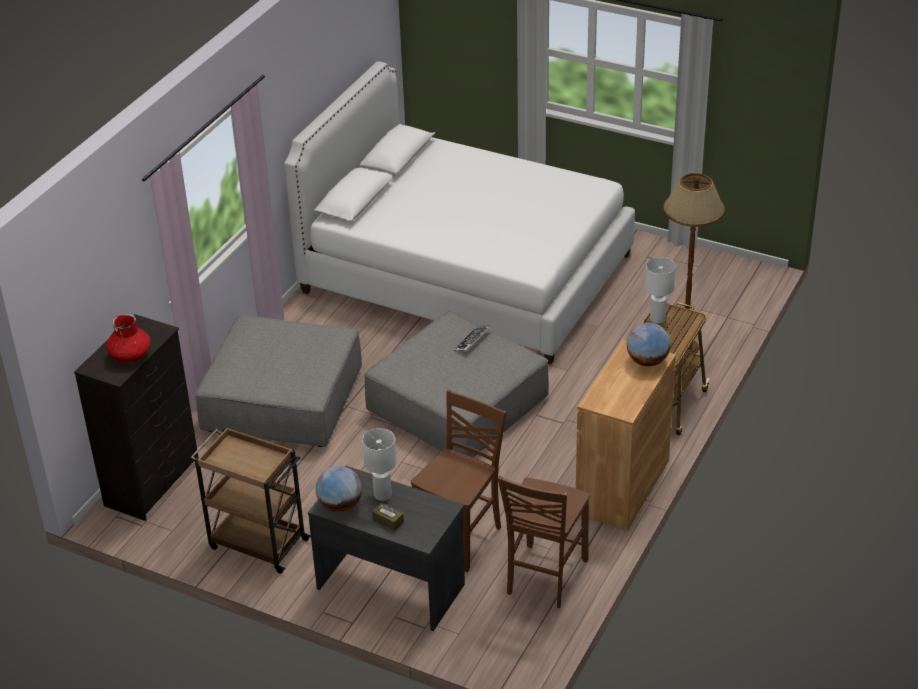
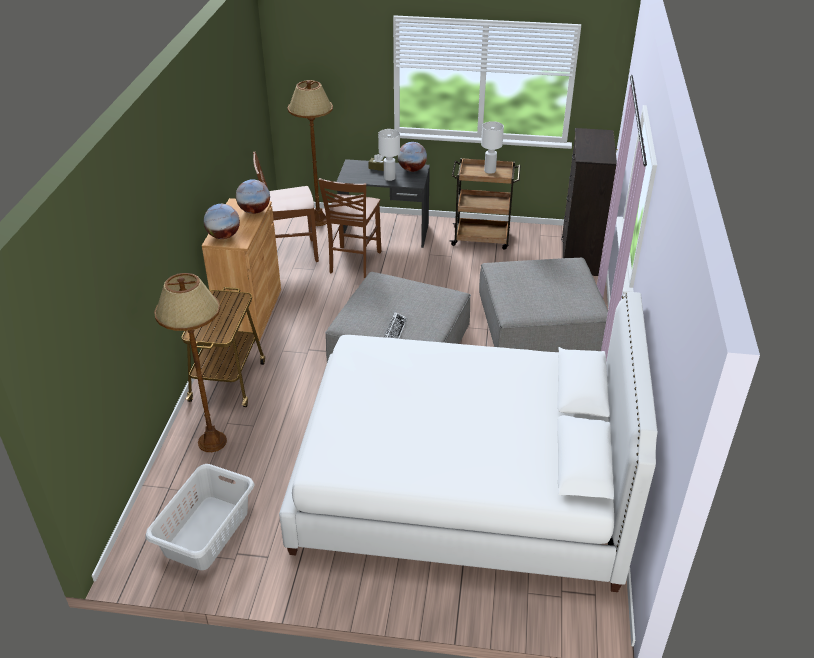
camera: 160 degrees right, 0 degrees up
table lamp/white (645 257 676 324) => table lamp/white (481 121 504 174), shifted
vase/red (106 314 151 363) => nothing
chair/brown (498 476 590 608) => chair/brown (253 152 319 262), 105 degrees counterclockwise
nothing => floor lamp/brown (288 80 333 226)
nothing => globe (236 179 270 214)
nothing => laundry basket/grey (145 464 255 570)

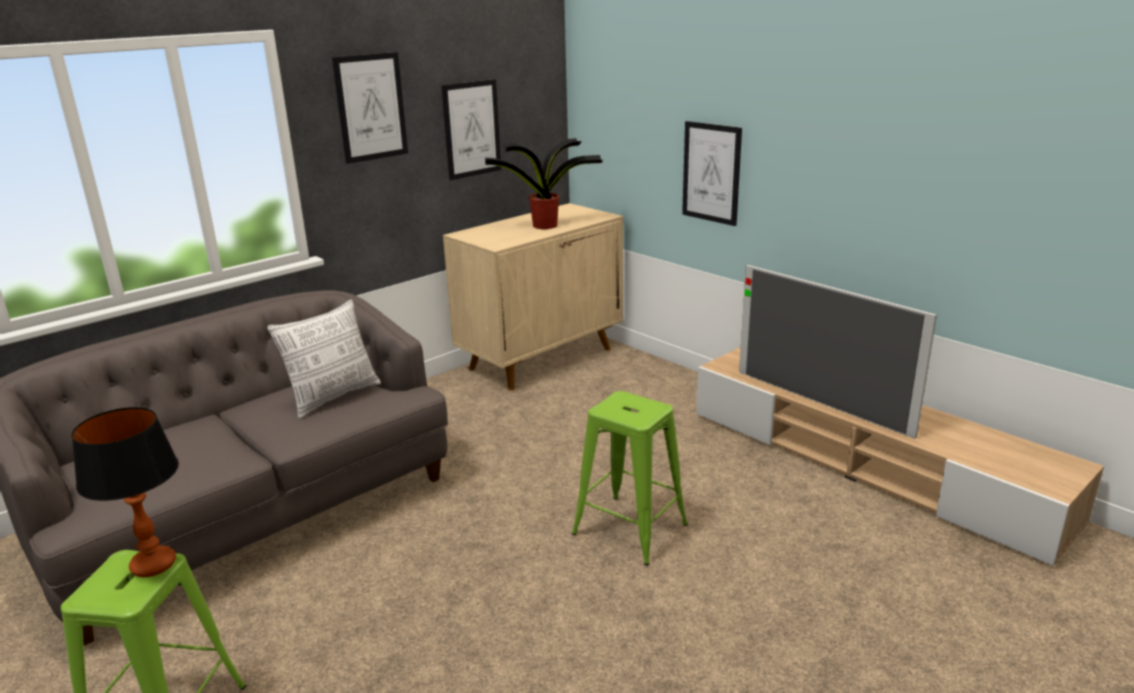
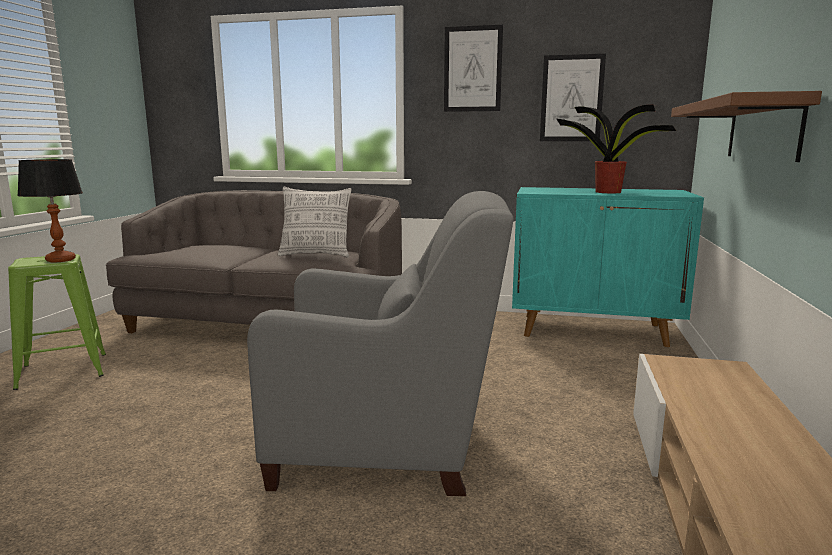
camera: 55 degrees right, 10 degrees down
picture (682 121 742 226) => shelf/brown (671 91 822 162)
cabinet/beige (443 203 623 391) => cabinet/turquoise (512 187 704 347)
television (739 265 937 439) => nothing
stool/green (572 391 688 565) => armchair/grey (247 191 514 496)

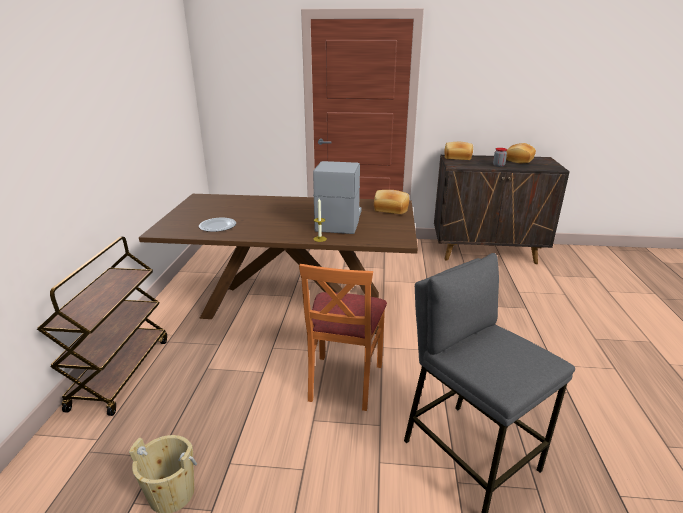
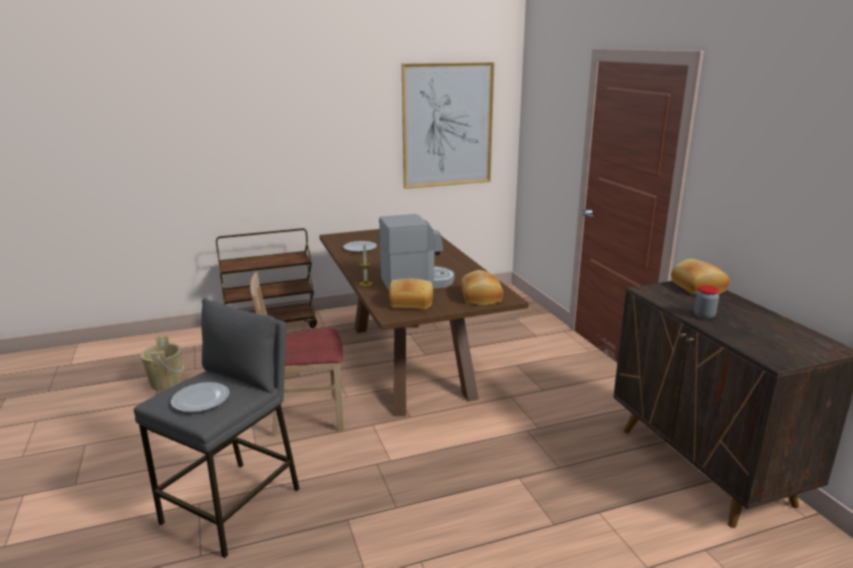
camera: 65 degrees right, 5 degrees down
bread (506 143 536 163) => bread (389 278 433 309), shifted
chair/orange (299 264 387 411) => chair/beige (250 272 344 437)
nothing => picture (402 62 495 189)
nothing => plate (171 382 230 412)

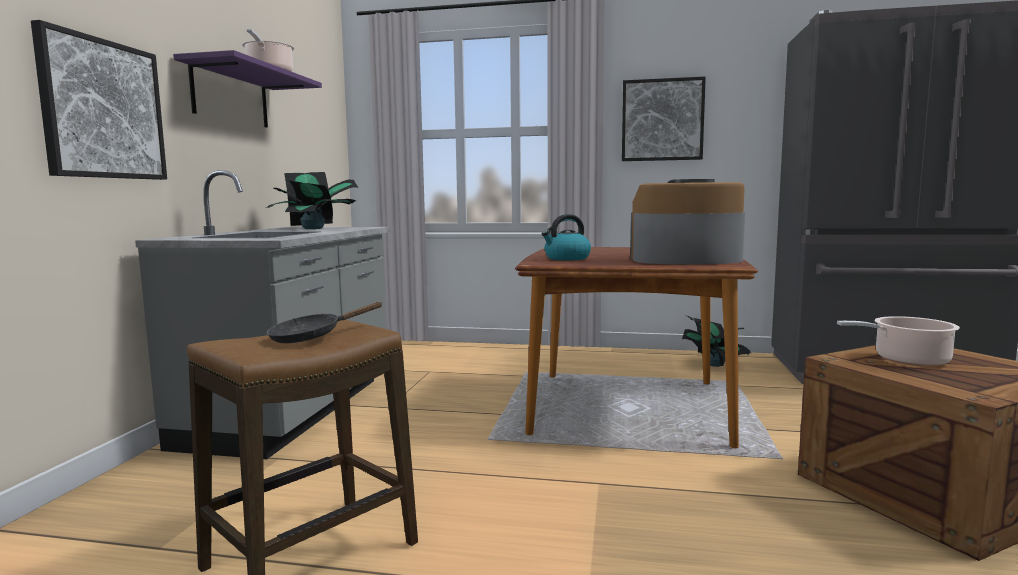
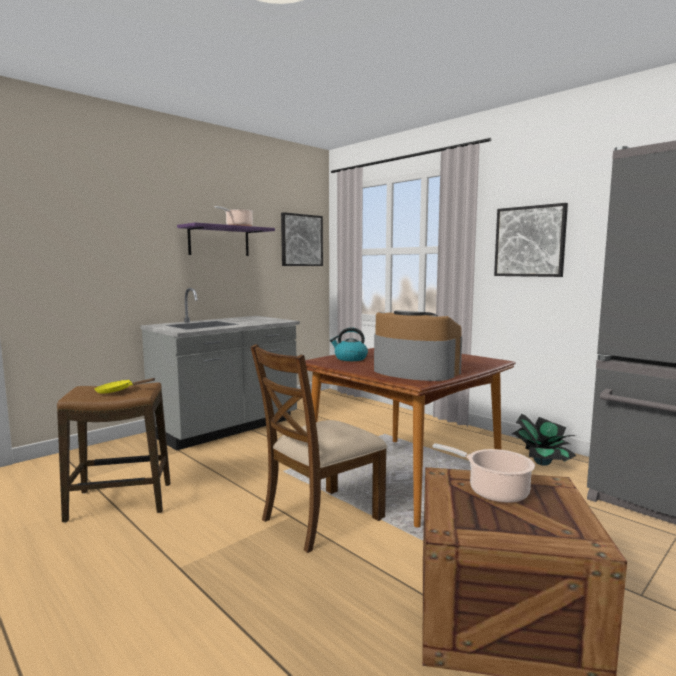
camera: 35 degrees right, 0 degrees up
picture (31 20 167 180) => picture (281 212 323 266), shifted
potted plant (266 172 358 229) => nothing
frying pan/black (267 302 383 343) => frying pan/yellow (95 378 156 394)
nothing => chair/brown (251 344 387 553)

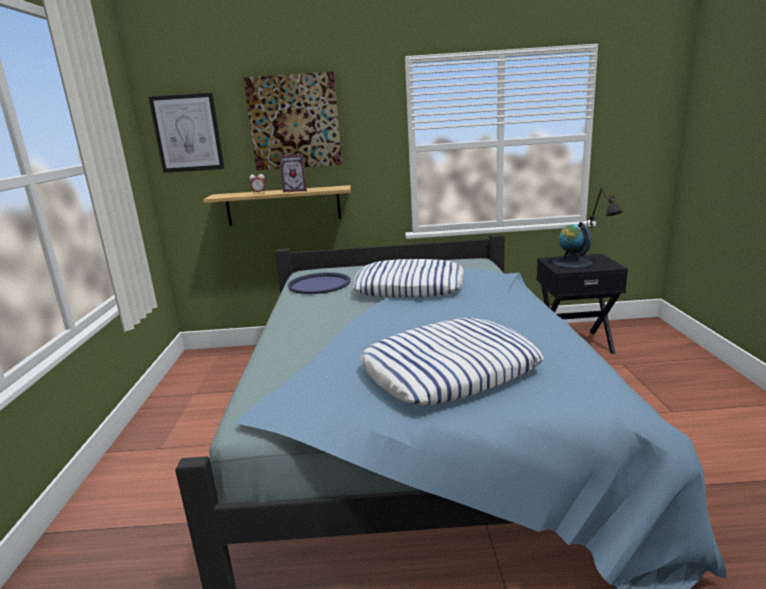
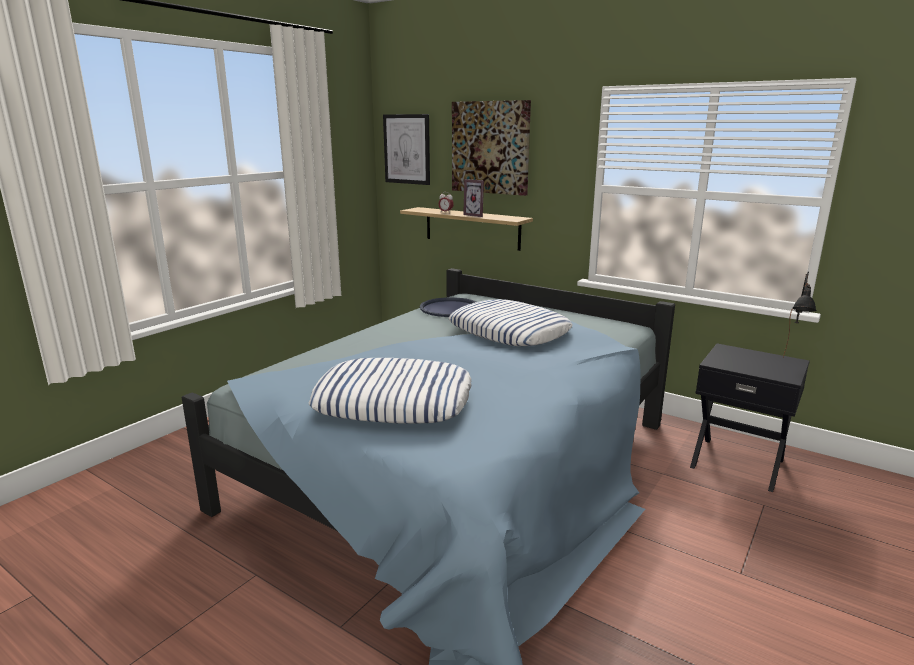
camera: 35 degrees right, 0 degrees up
globe (552 222 593 269) => nothing

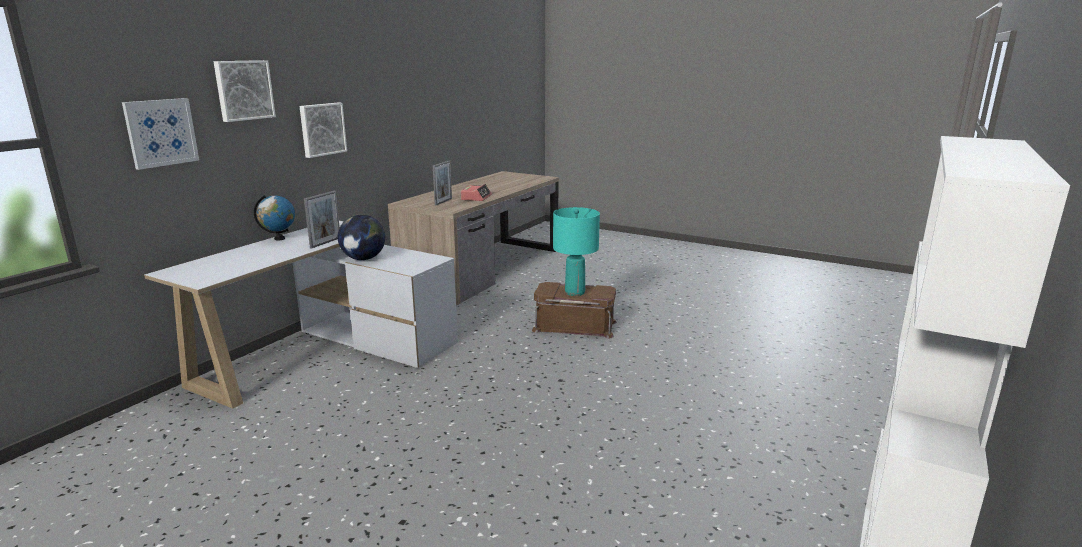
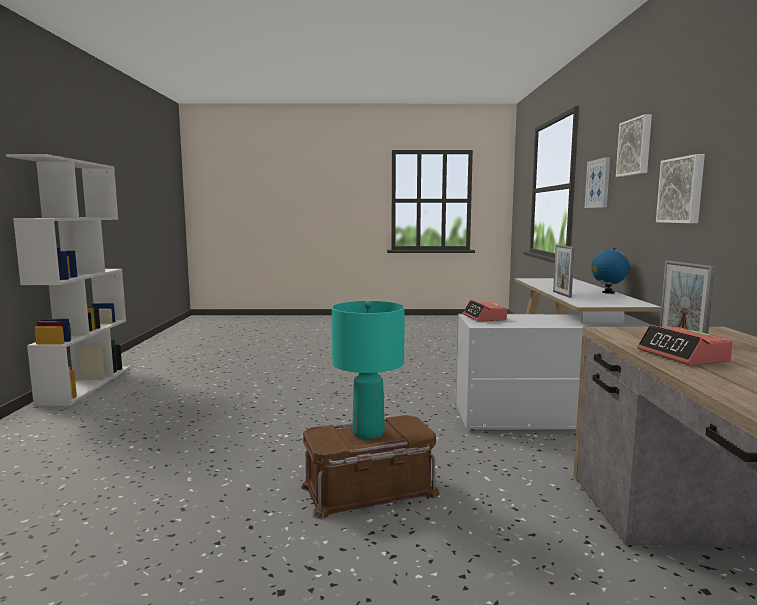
camera: 150 degrees right, 10 degrees down
globe (338 214 385 260) => nothing
nothing => alarm clock (463 300 507 322)

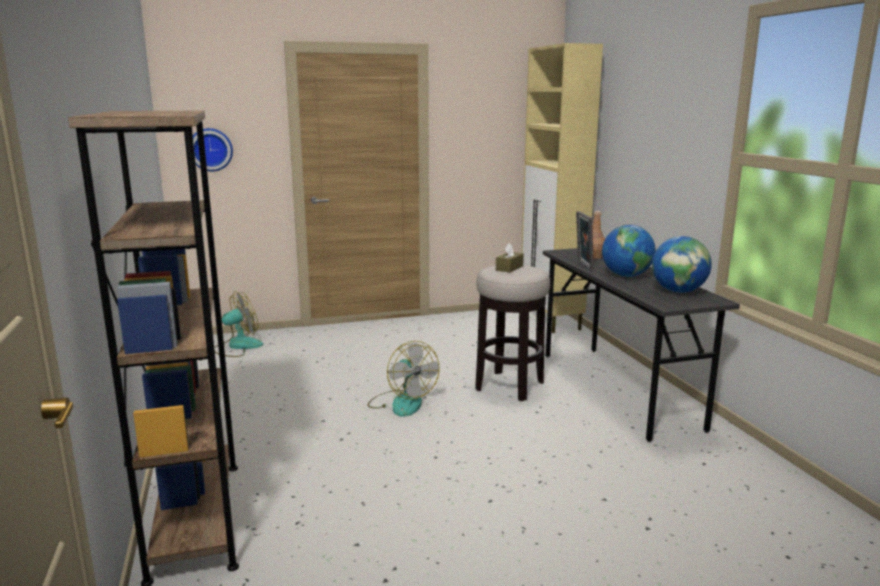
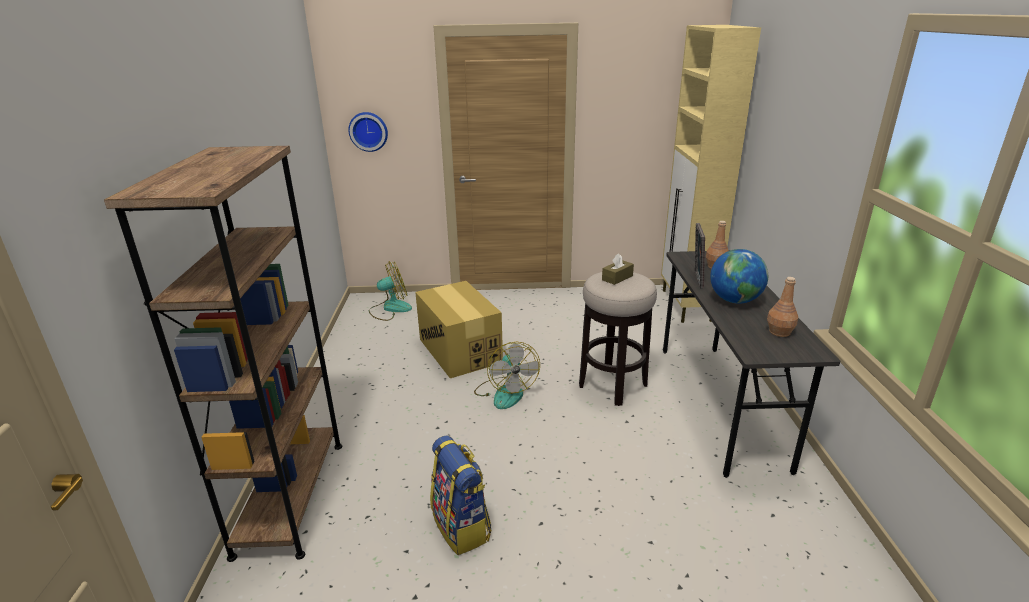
camera: 15 degrees right, 10 degrees up
globe (652 236 712 293) => bottle/brown (767 277 798 337)
nothing => cardboard box (415 281 503 378)
nothing => backpack (430 435 491 555)

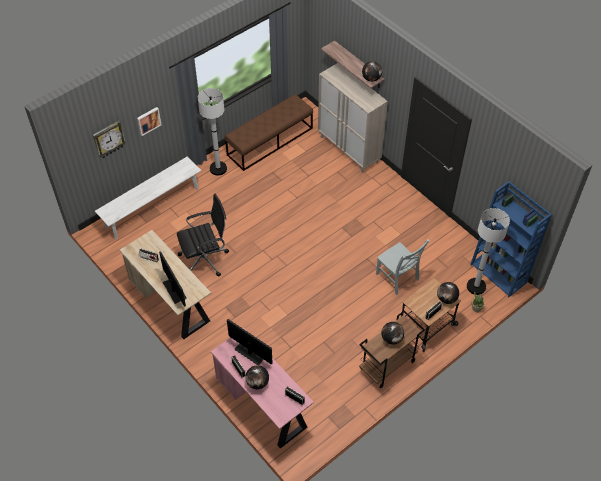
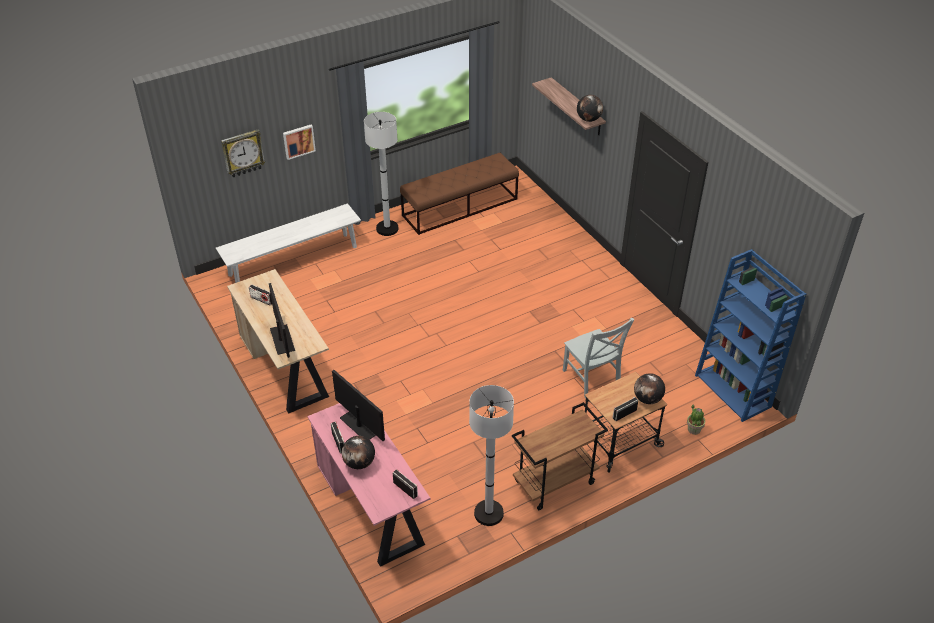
camera: 10 degrees right, 10 degrees down
cabinet/beige (318 63 388 173) => nothing
office chair/black (177 194 229 276) => nothing
floor lamp/white (467 208 510 295) => floor lamp/white (469 385 514 526), shifted
globe (381 322 404 345) => nothing

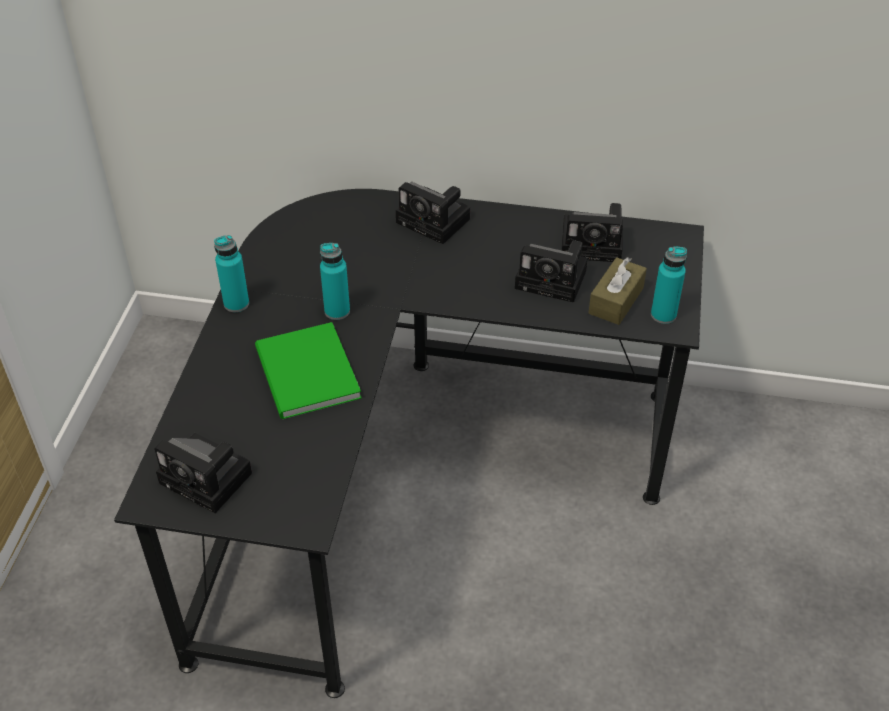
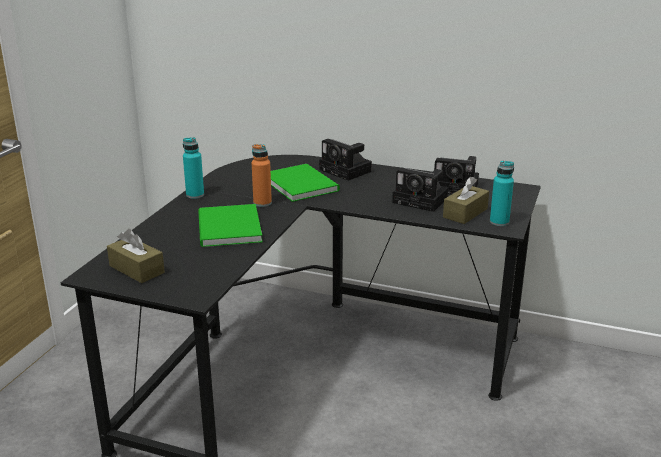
camera: 10 degrees right, 20 degrees down
bottle/turquoise (320 243 350 320) => bottle/orange (252 144 272 207)
photo camera (154 433 252 513) => tissue box/brown (107 229 165 283)
nothing => book/green (271 164 340 202)

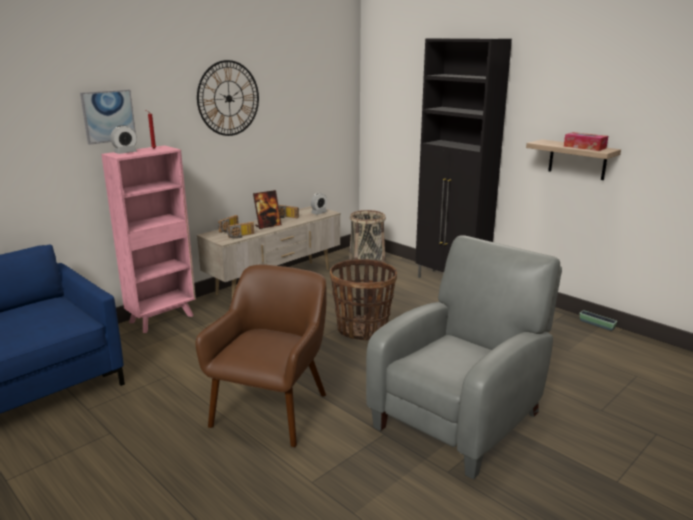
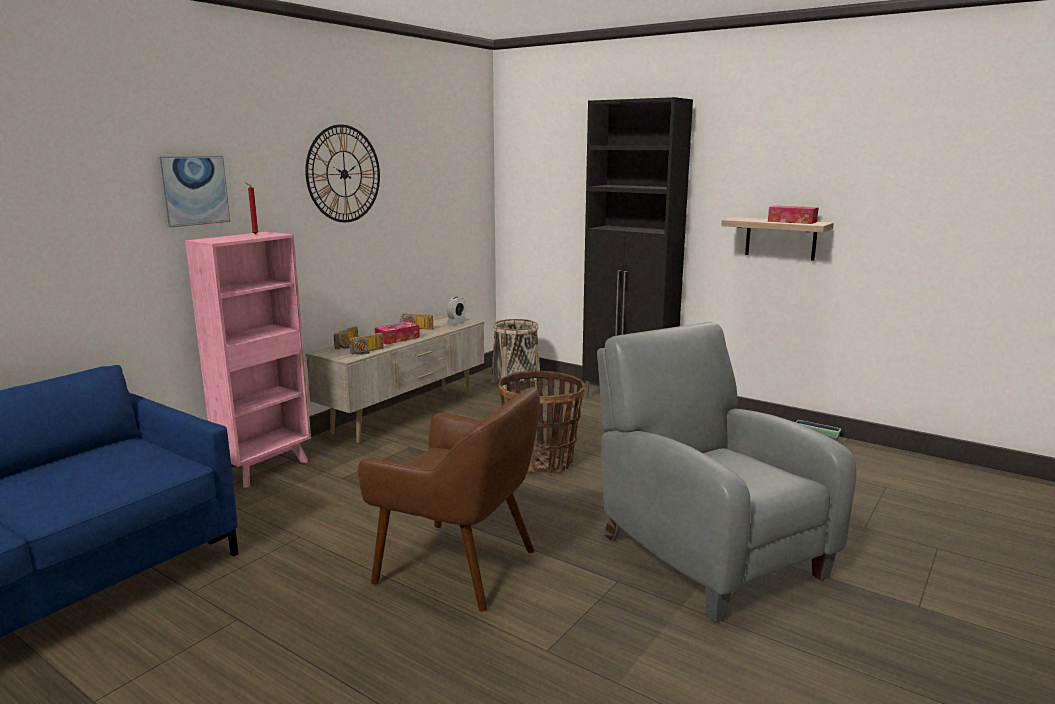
camera: 10 degrees left, 5 degrees down
alarm clock (111 125 137 154) => nothing
picture frame (253 190 282 229) => tissue box (375 321 420 345)
armchair/grey (366 235 562 480) => armchair/grey (597 322 856 623), 60 degrees counterclockwise
armchair/brown (195 264 327 448) => armchair/brown (358 387 540 612), 105 degrees clockwise

